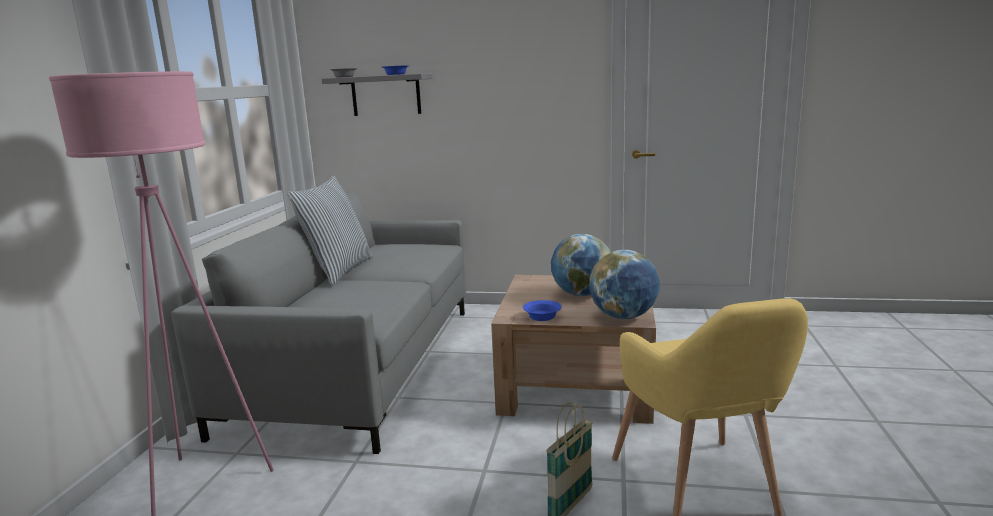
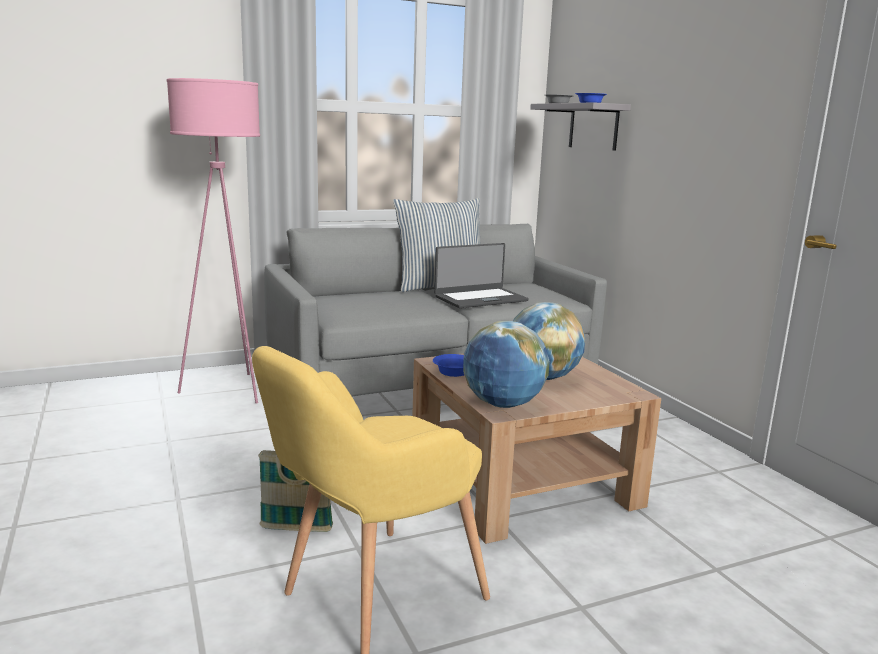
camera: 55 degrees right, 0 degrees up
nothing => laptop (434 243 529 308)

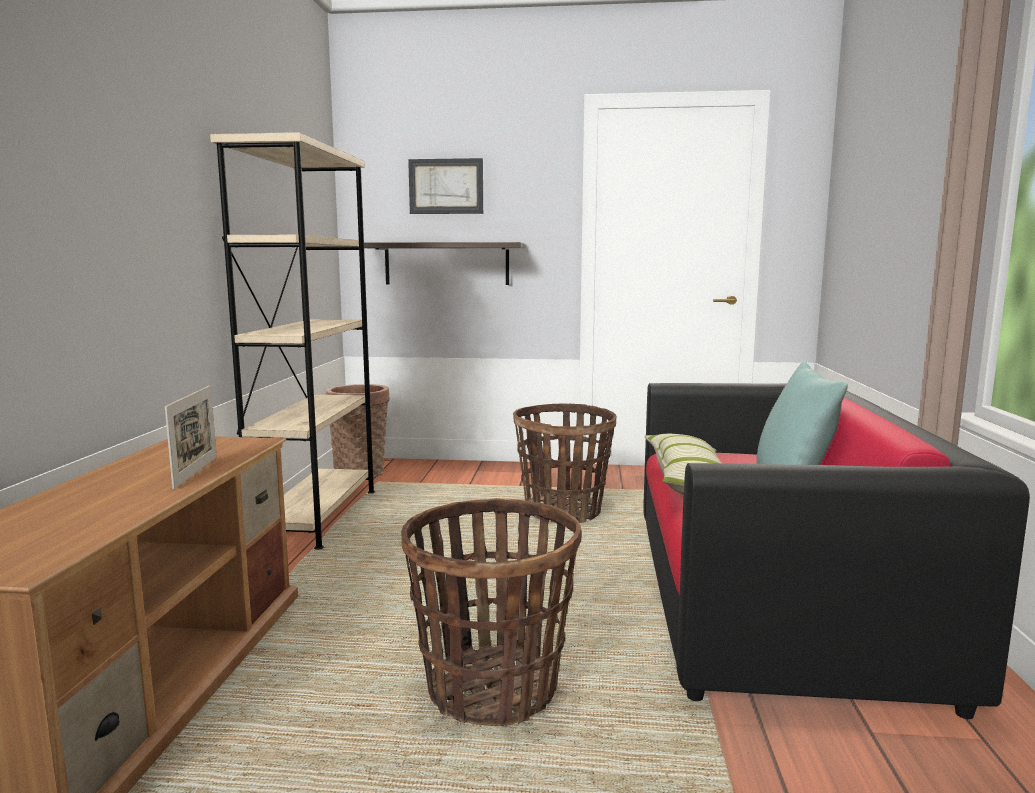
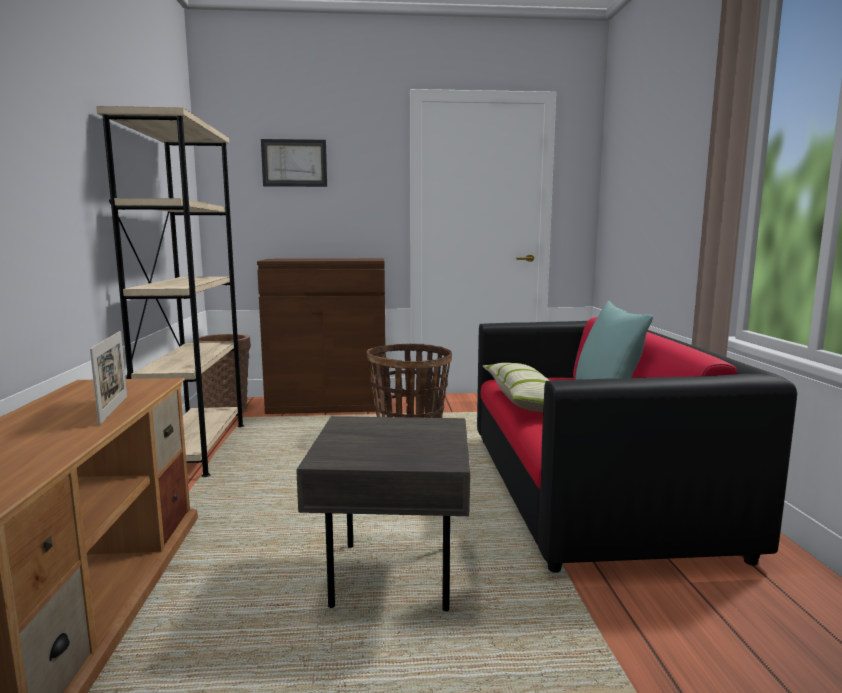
camera: 10 degrees left, 0 degrees up
shelf (364 242 525 285) => nothing
basket (401 498 582 726) => side table/grey (296 416 470 611)
nothing => cabinet/brown (257 258 386 414)

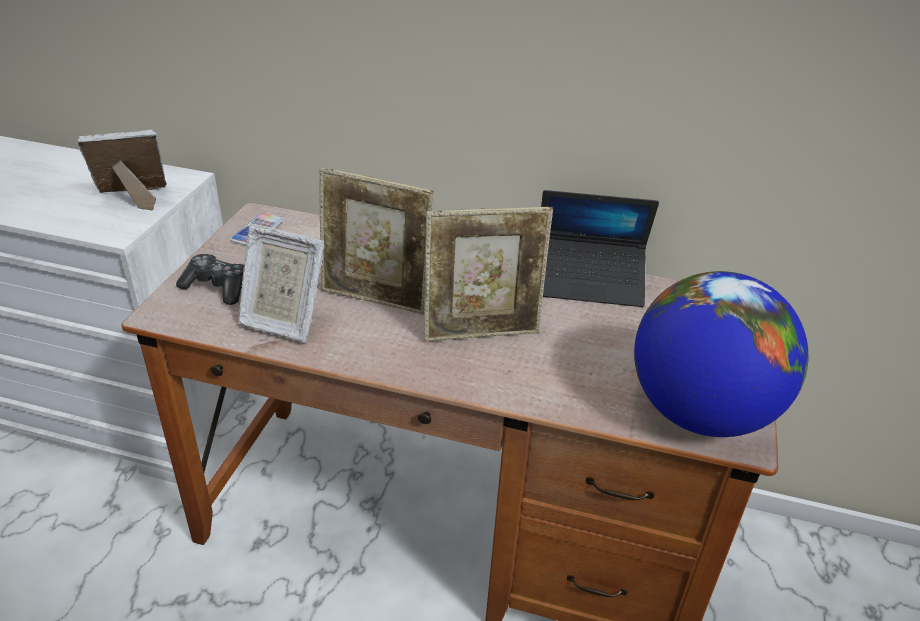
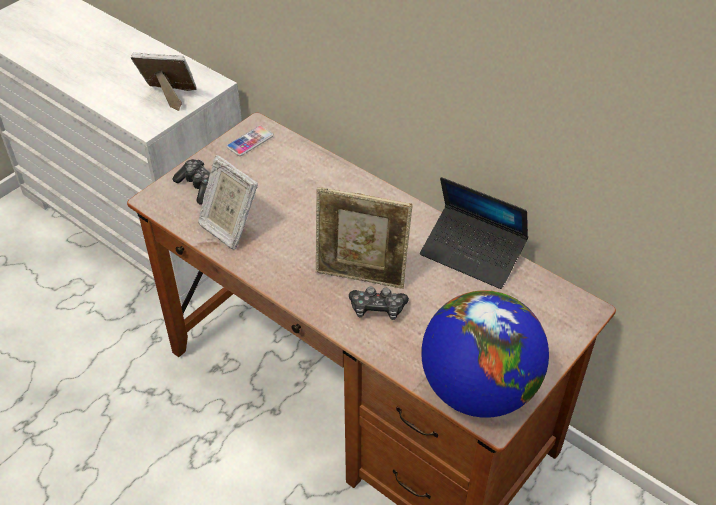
camera: 25 degrees right, 10 degrees up
picture frame (319 167 434 314) => nothing
nothing => game controller (349 286 409 320)

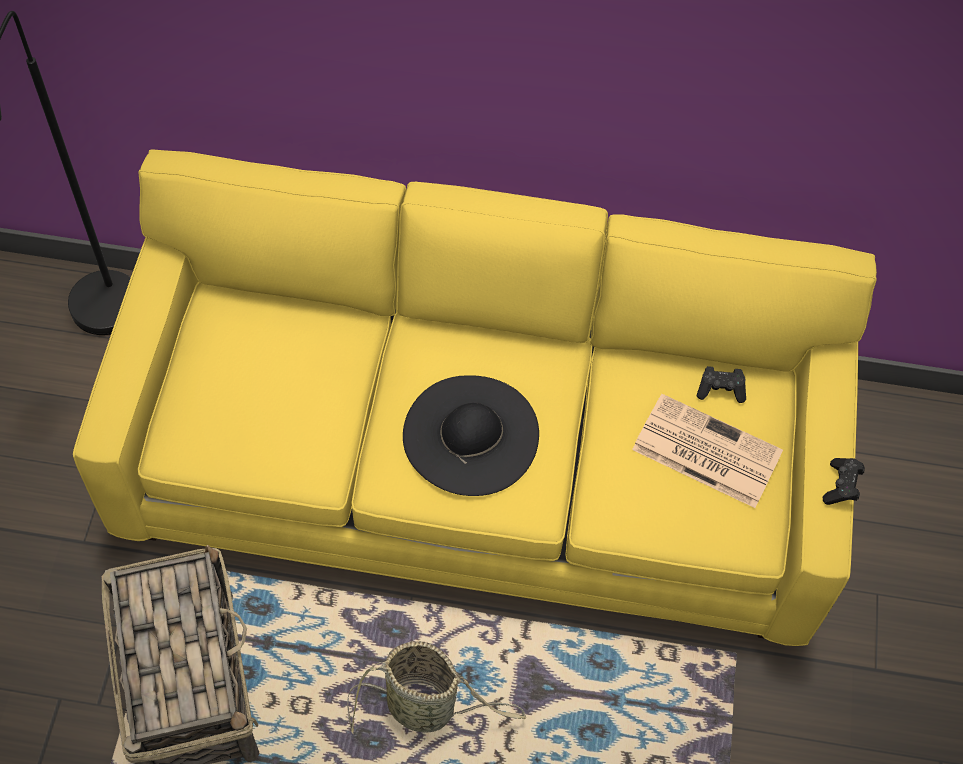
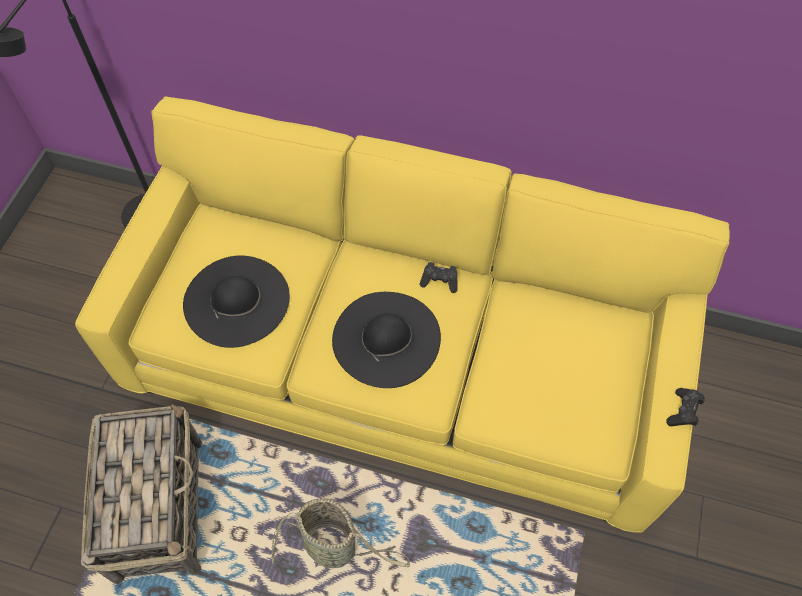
camera: 10 degrees right, 0 degrees up
game controller/black (696 366 746 403) => game controller/black (420 262 458 293), shifted
newspaper (632 394 783 508) => nothing
nothing => hat/black (183 255 290 348)

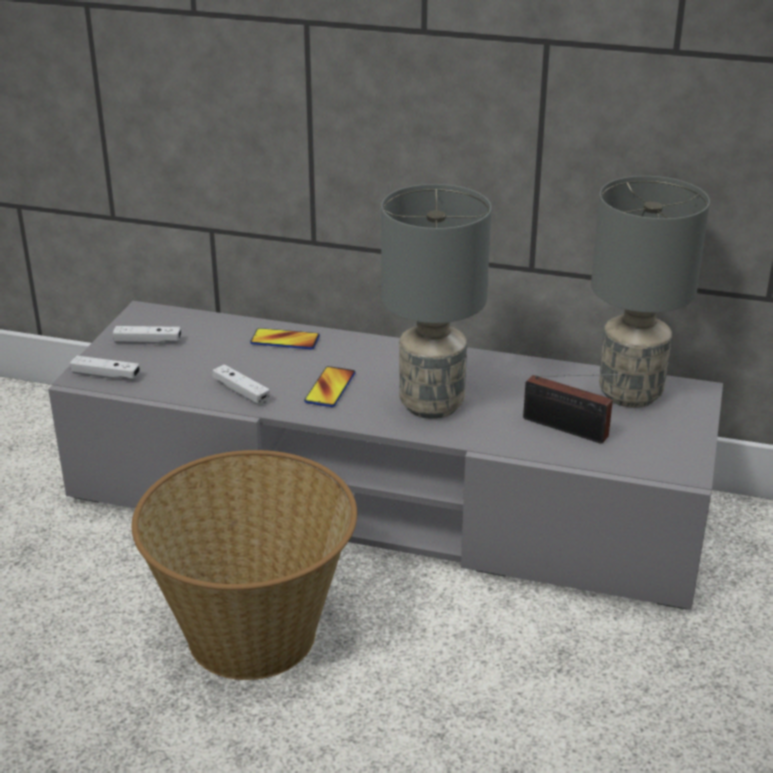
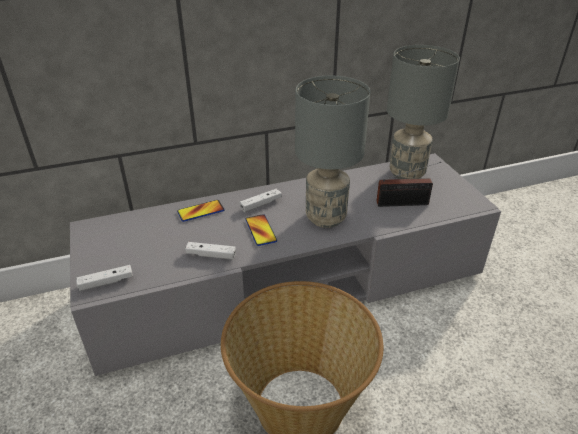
camera: 35 degrees left, 5 degrees up
game controller/white (113 326 181 344) => game controller/white (240 189 282 212), shifted

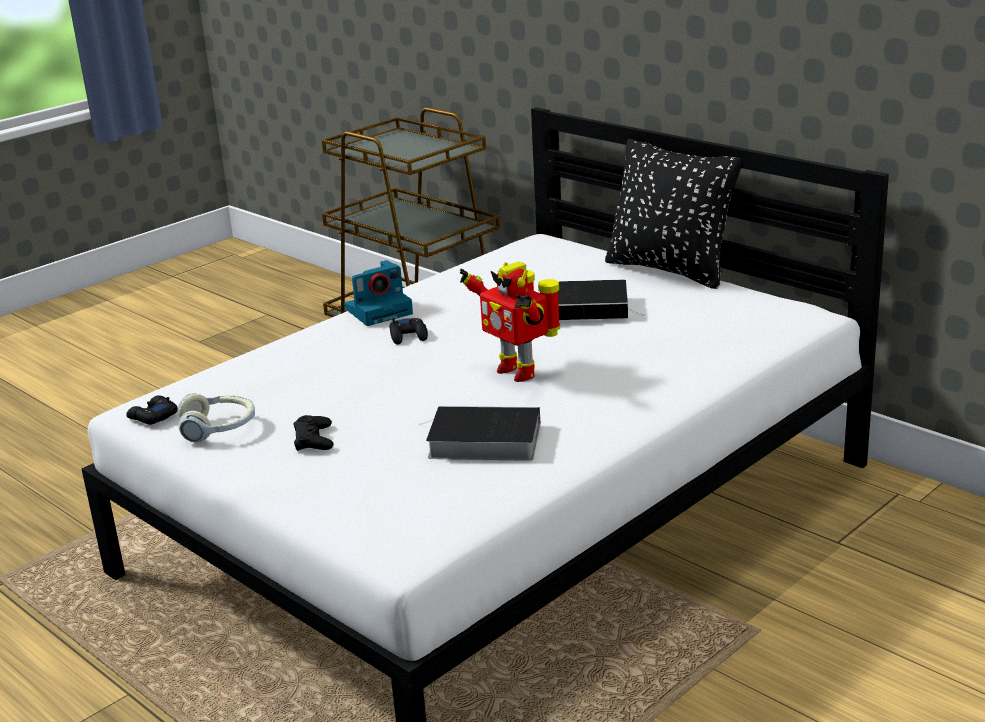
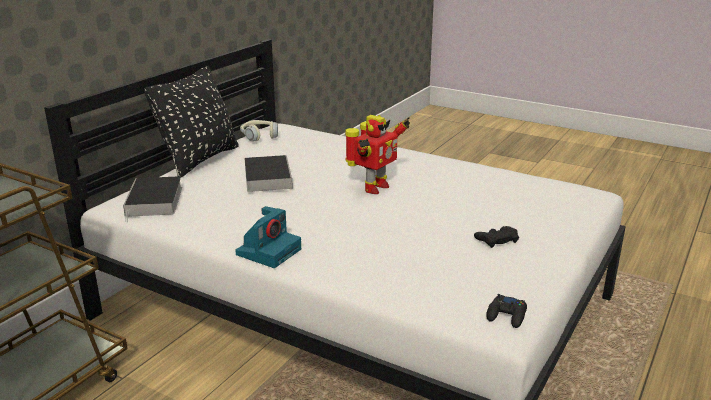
camera: 105 degrees left, 0 degrees up
photo camera (344 260 413 326) => photo camera (235 206 301 268), 75 degrees clockwise
game controller/black (389 318 428 345) => nothing
headphones (178 394 255 443) => headphones (240 120 278 142), shifted
book (421 406 540 461) => book (123 176 182 222), shifted

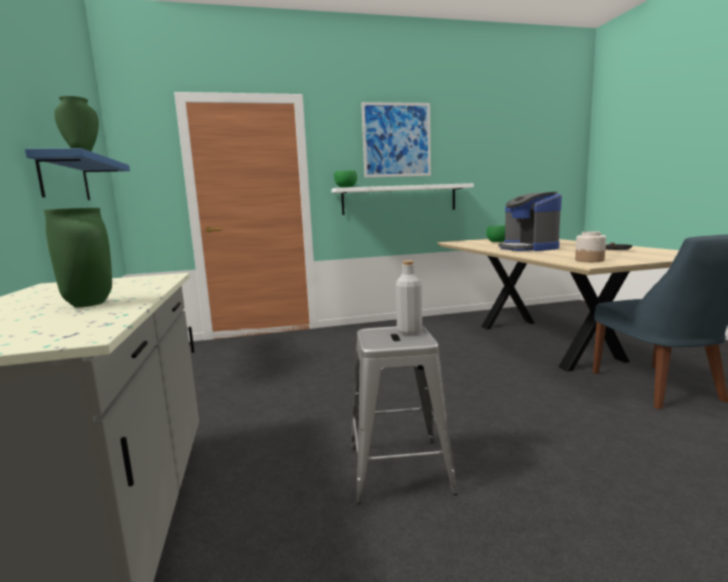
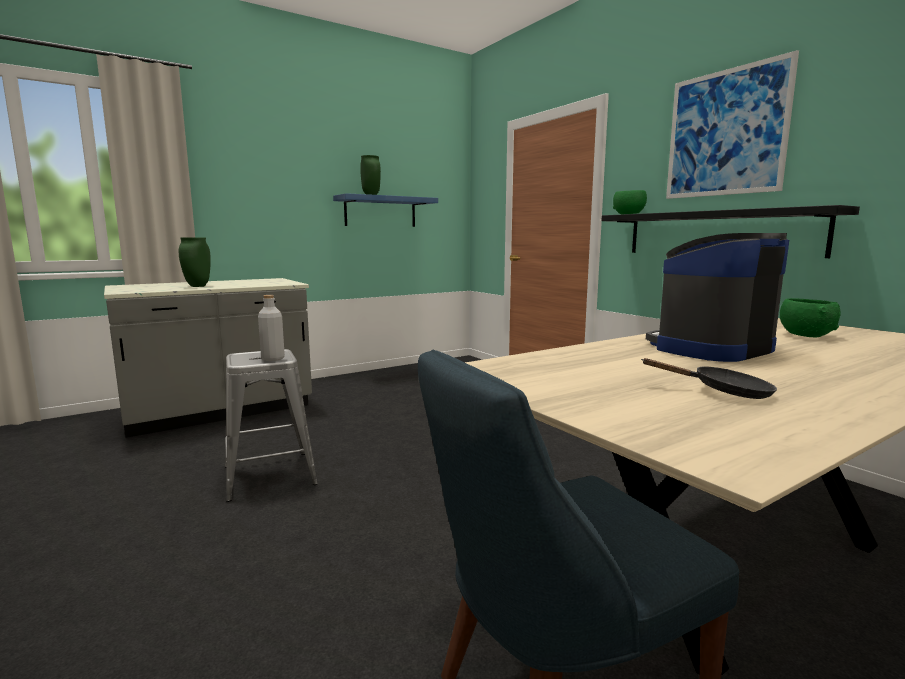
camera: 70 degrees right, 0 degrees up
shelf/white (331 183 474 215) => shelf/black (602 205 860 258)
jar (575 231 606 262) => nothing

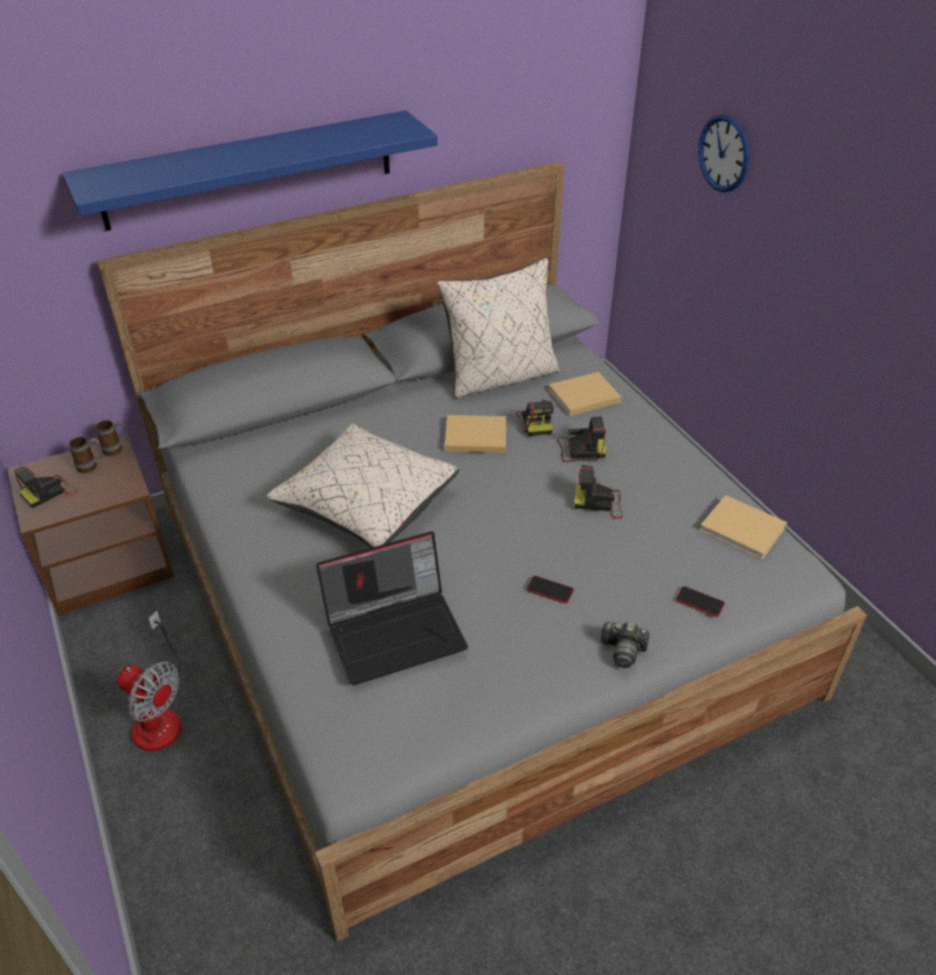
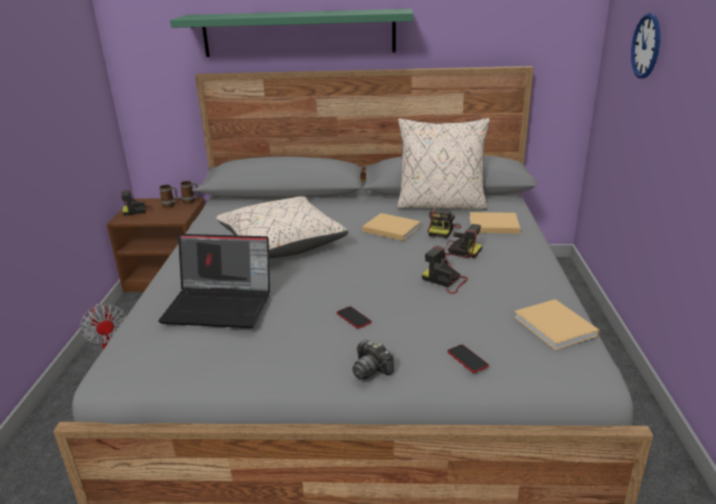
camera: 30 degrees right, 15 degrees down
shelf/blue (62 110 438 231) => shelf/green (170 9 413 57)

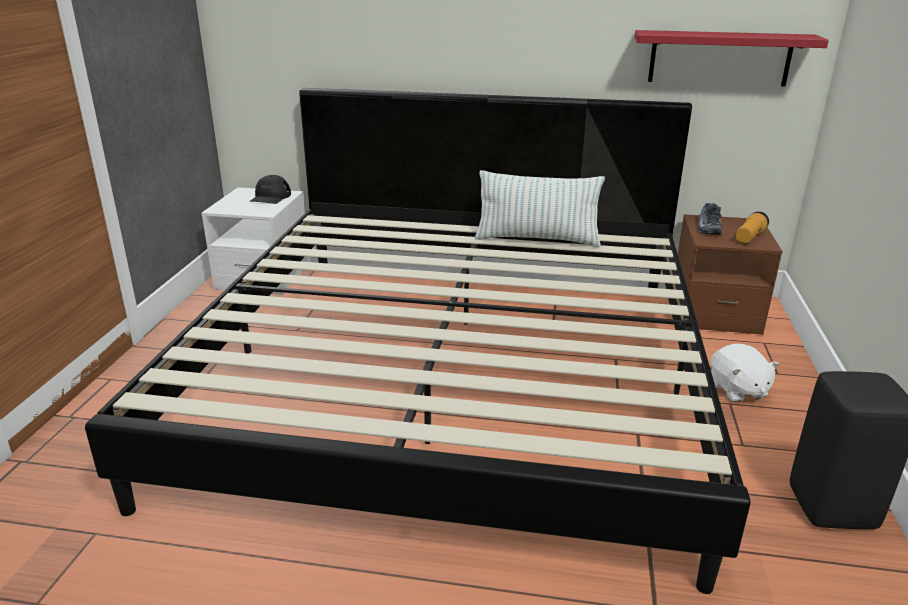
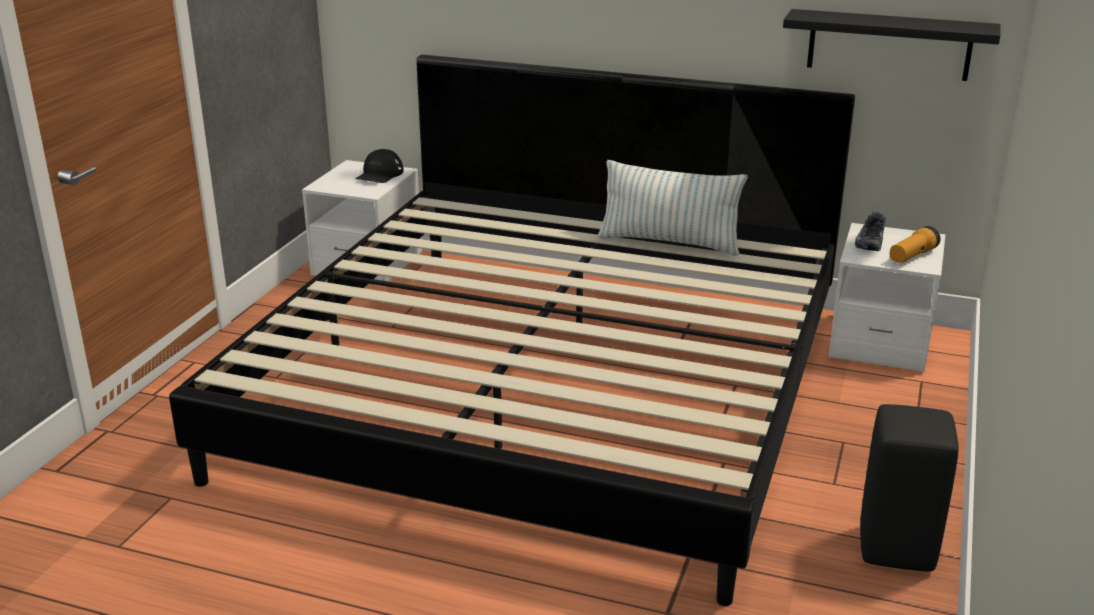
camera: 10 degrees right, 0 degrees up
shelf/red (634 30 829 87) => shelf/black (783 9 1000 81)
nightstand/brown (678 214 783 335) => nightstand/white (828 223 946 372)
plush toy/white (711 344 779 403) => nothing

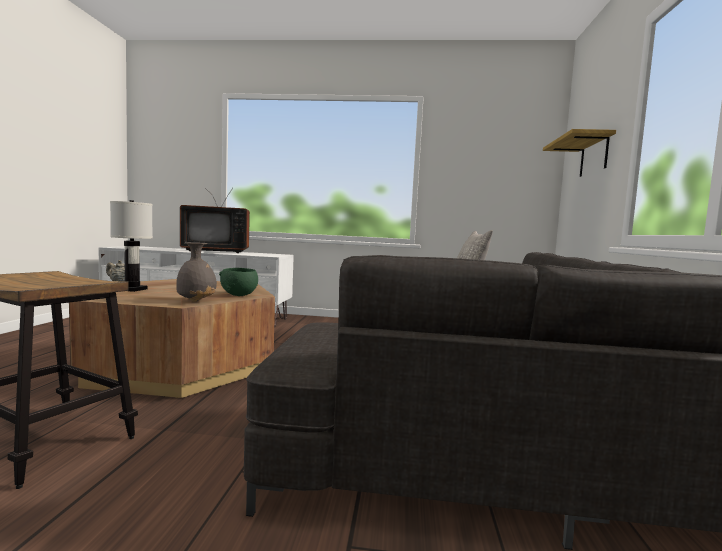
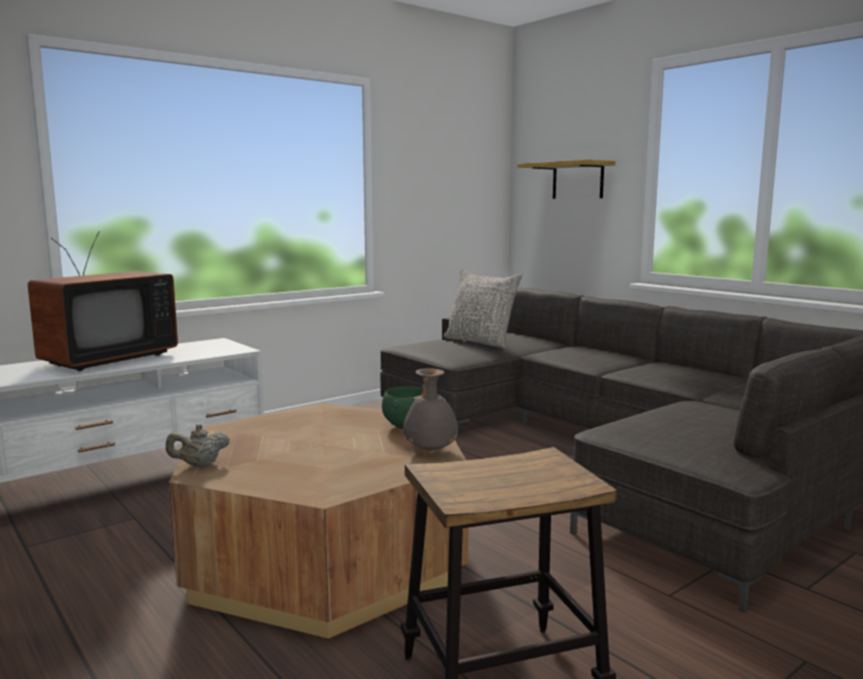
camera: 45 degrees left, 5 degrees up
table lamp/white (110 200 153 292) => nothing

